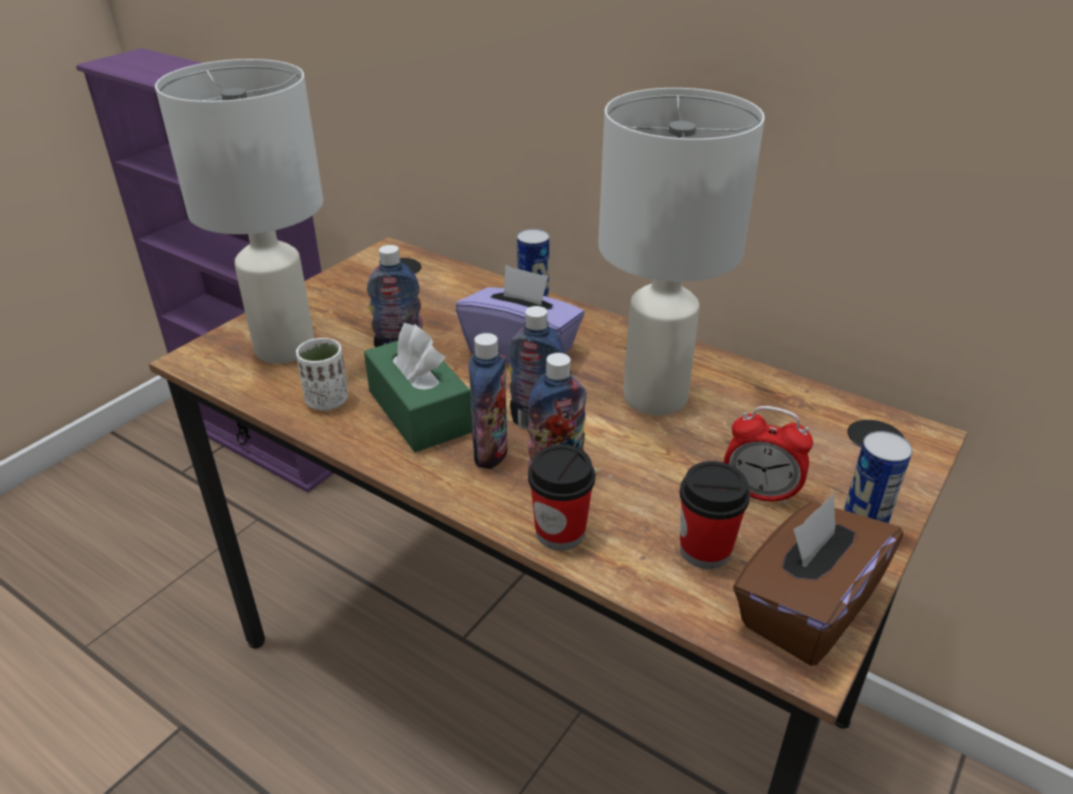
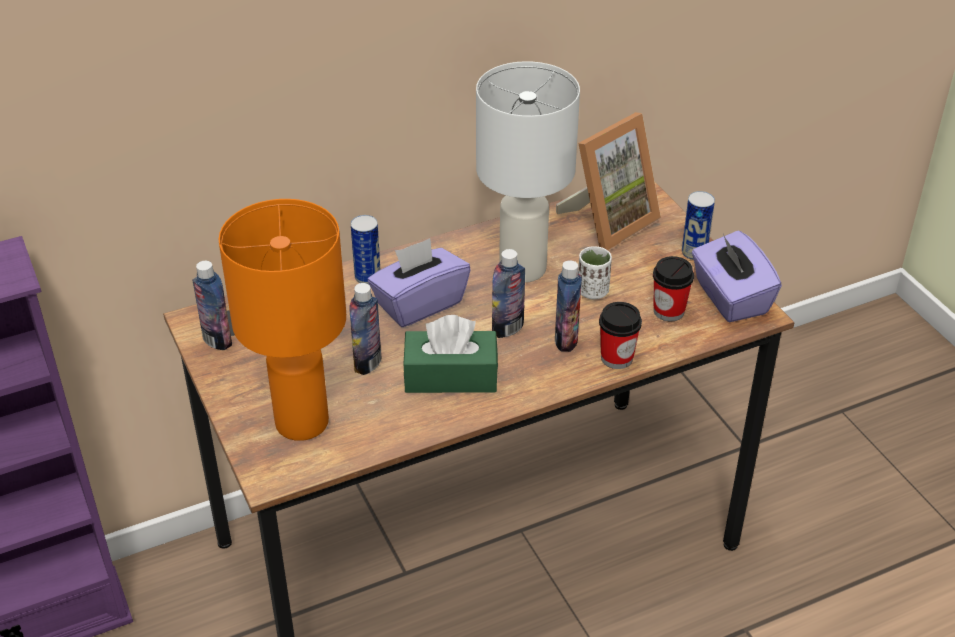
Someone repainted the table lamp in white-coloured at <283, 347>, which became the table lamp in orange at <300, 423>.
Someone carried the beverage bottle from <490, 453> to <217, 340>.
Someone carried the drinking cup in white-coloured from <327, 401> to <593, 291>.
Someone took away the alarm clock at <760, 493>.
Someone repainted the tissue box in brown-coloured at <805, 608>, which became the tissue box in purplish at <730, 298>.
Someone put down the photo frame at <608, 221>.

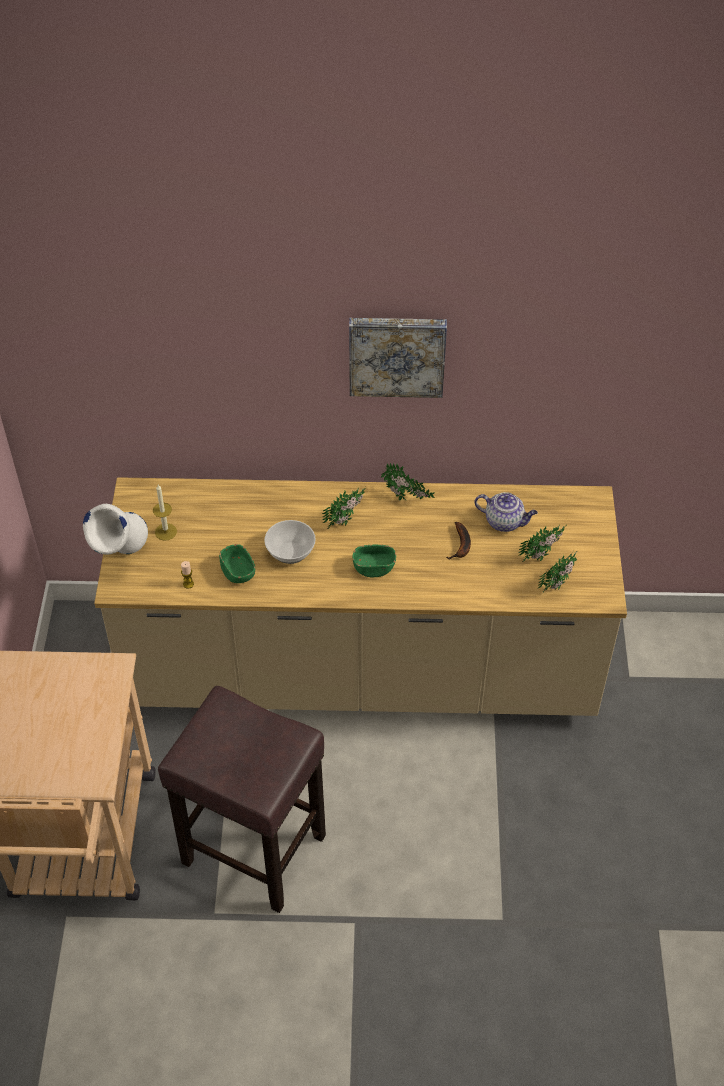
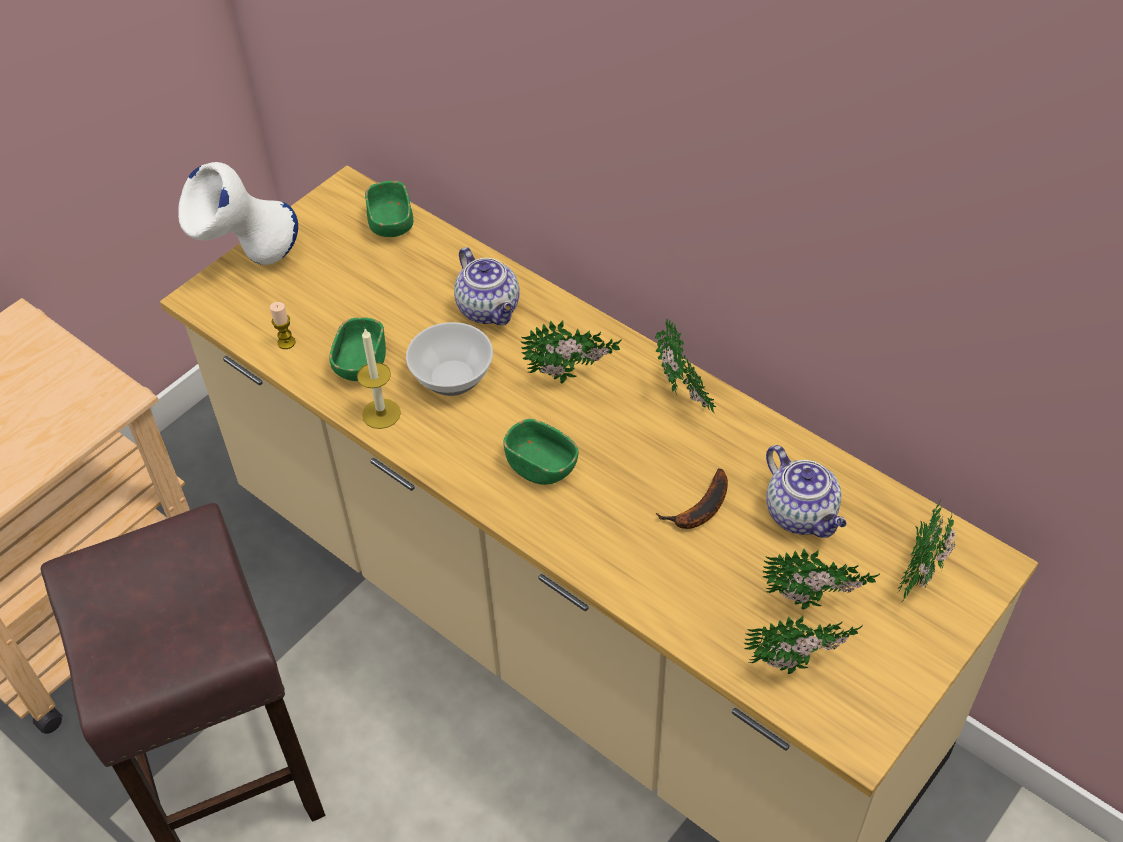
Someone took away the picture at <397, 354>.
Someone carried the wax candle from <166, 532> to <381, 414>.
Someone put down the deep dish in green at <391, 224>.
Someone put down the pot for tea at <490, 310>.
Someone put down the plant in a pot at <920, 571>.

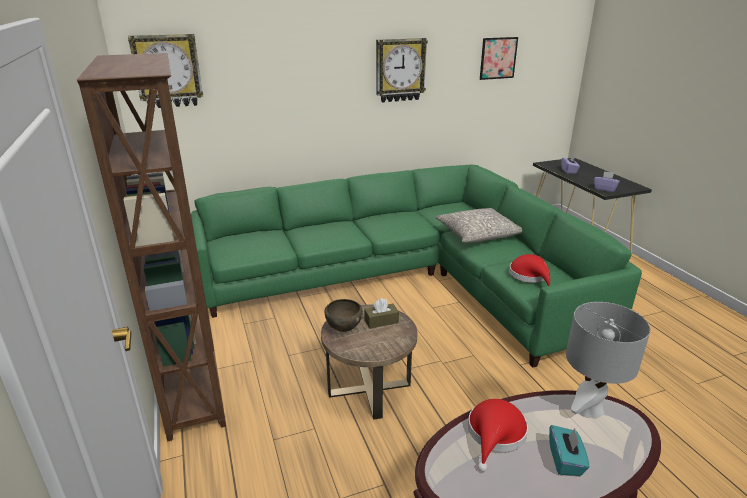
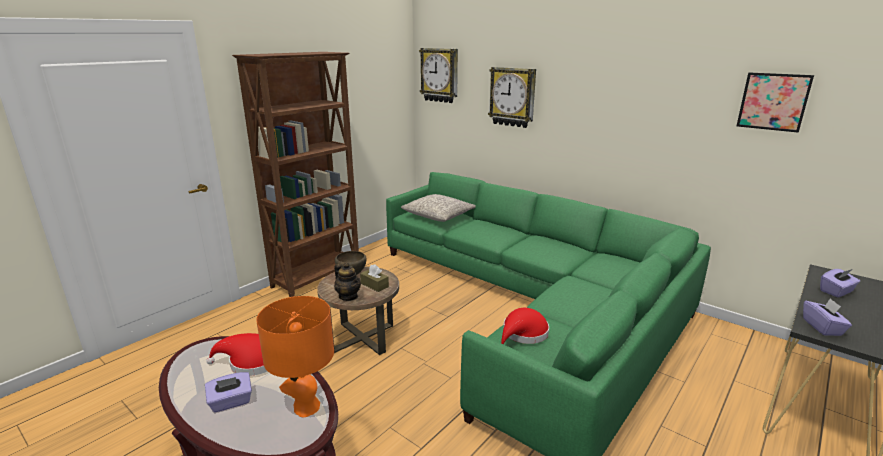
Someone carried the hanging clock from <400, 70> to <512, 97>.
Someone carried the pillow in gray from <478, 234> to <439, 216>.
Someone repainted the table lamp in gray at <589, 409>, which became the table lamp in orange at <306, 407>.
Someone repainted the tissue box in blue-green at <565, 460>, which became the tissue box in purplish at <231, 402>.
Someone put down the pot for tea at <348, 296>.

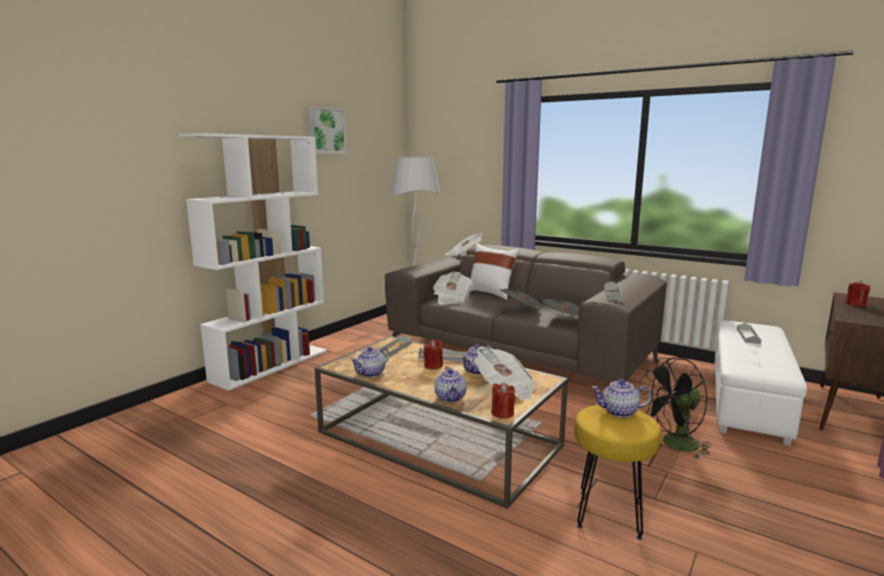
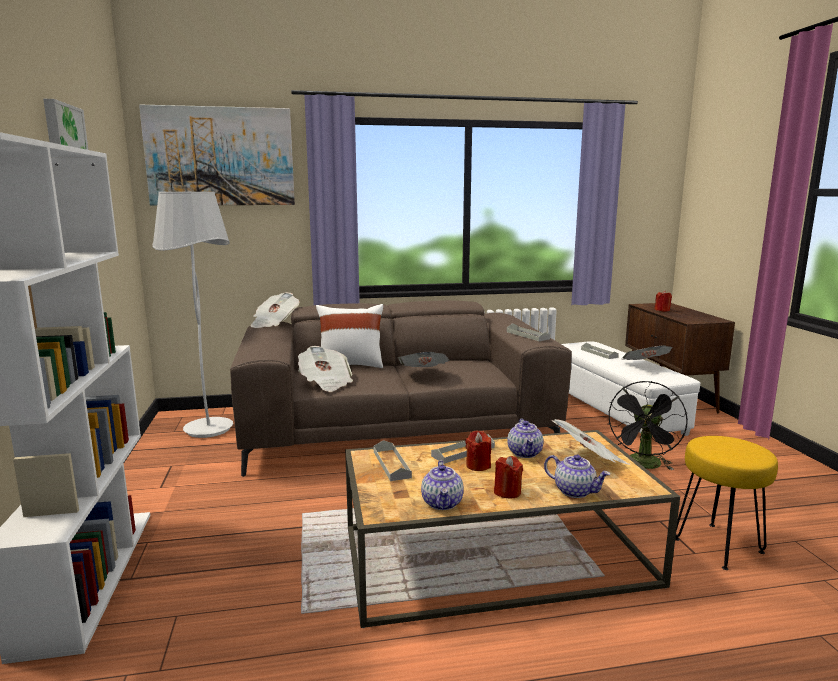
Someone carried the printed paper from <564, 320> to <645, 366>.
Someone took away the pot for tea at <619, 412>.
Someone carried the wax candle in reddish from <502, 413> to <507, 492>.
Someone put up the picture at <220, 157>.

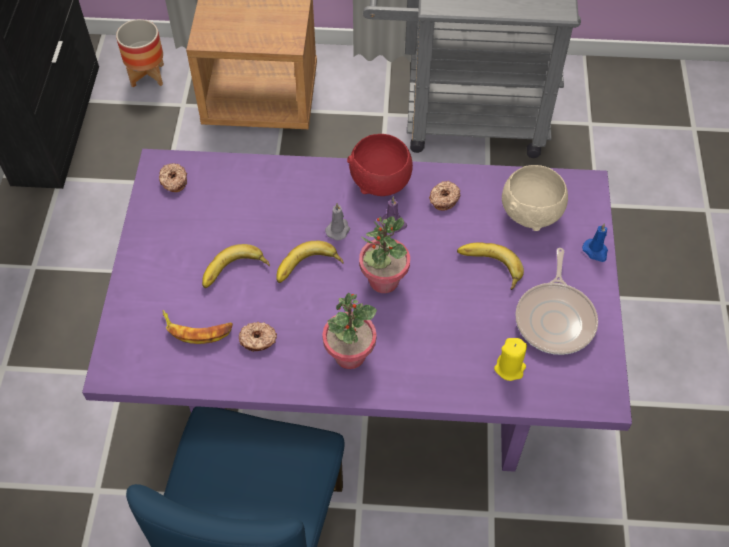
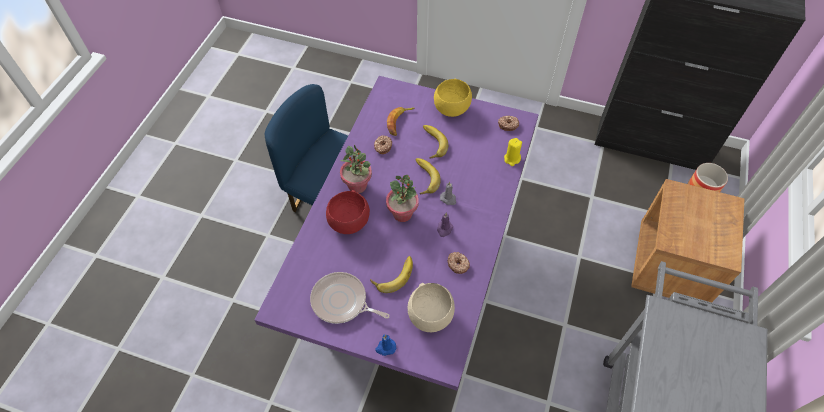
Someone carried the deep dish in reddish from <381, 182> to <349, 223>.
Someone carried the wax candle in yellow-coloured from <509, 368> to <512, 159>.
Someone put down the deep dish in yellow-coloured at <451, 109>.

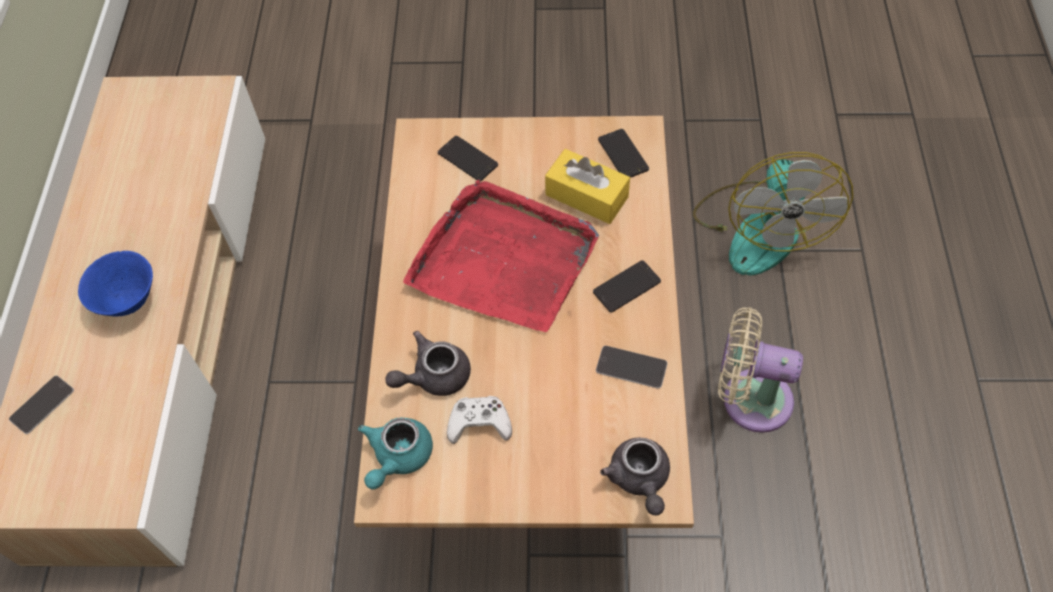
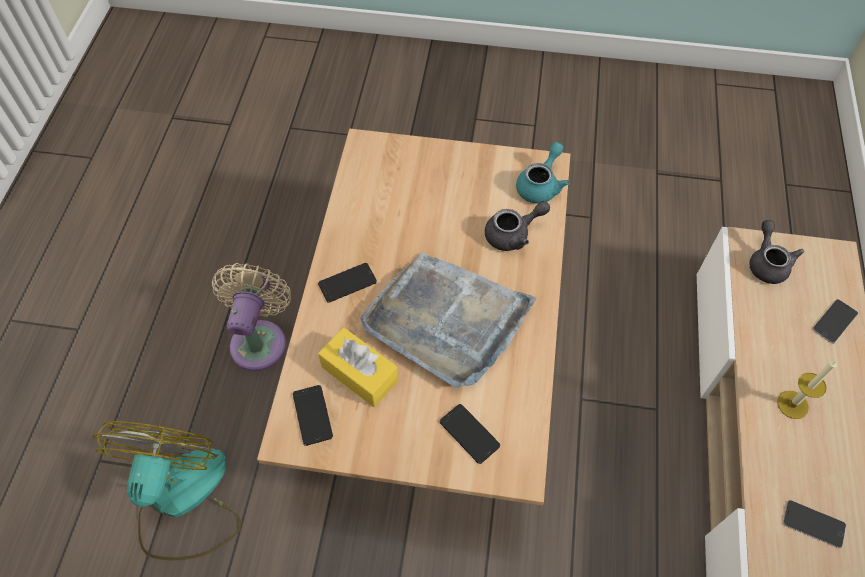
Someone repainted the serving tray in reddish at <504, 260>, which became the serving tray in gray at <446, 320>.
Someone swapped the deep dish in blue-coloured at <128, 301> for the wax candle at <792, 404>.
Someone rotated the cooling fan in sand-coloured at <749, 398> by 105 degrees counterclockwise.
Someone carried the phone from <631, 367> to <813, 524>.
Someone took away the gamepad in white-coloured at <479, 423>.
Someone carried the pot for tea in gray from <639, 480> to <767, 263>.

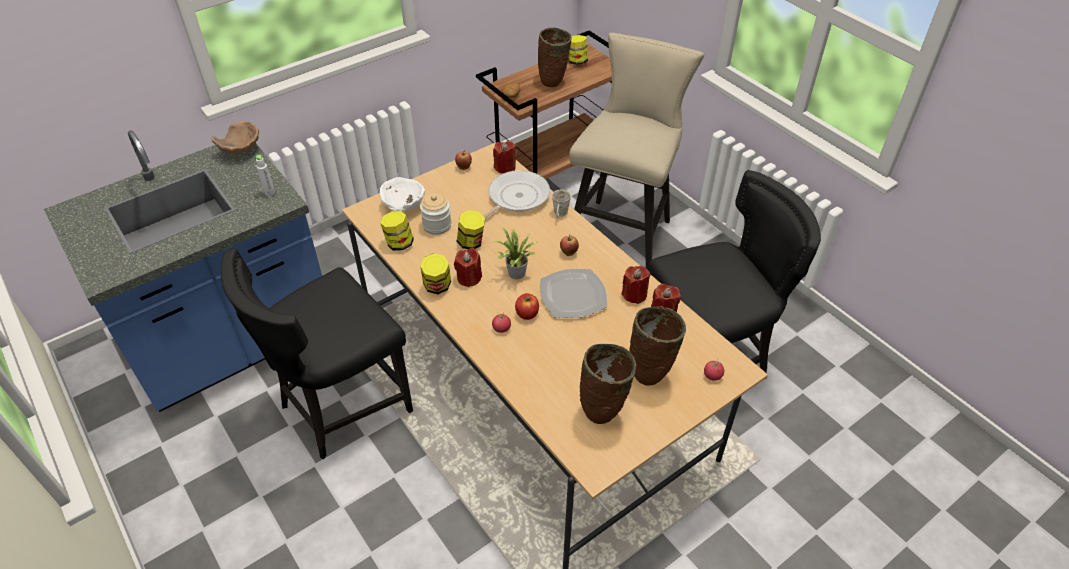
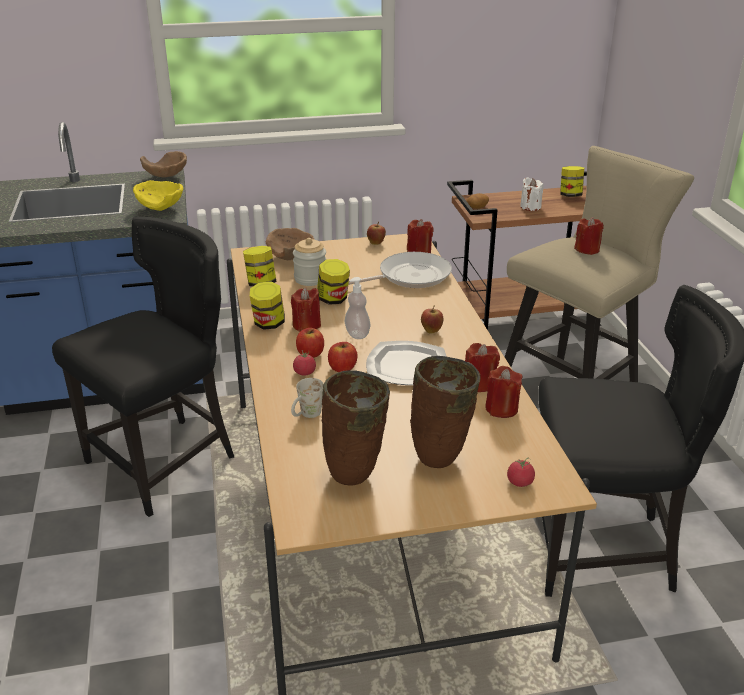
Someone swapped the vase in brown-coloured at <553, 83> for the wax candle in white-coloured at <530, 207>.
Someone swapped the beverage bottle in gray at <270, 193> for the deep dish in yellow-coloured at <162, 208>.
Someone repainted the deep dish in white-coloured at <405, 205>, which became the deep dish in brown-coloured at <292, 258>.
Someone carried the coffee mug in white-coloured from <560, 215> to <306, 415>.
Someone swapped the plant in a pot at <515, 274> for the liquid soap bottle at <357, 334>.
Someone rotated the upright chair in black-coloured at <342, 406> by 150 degrees clockwise.
Someone put down the wax candle in reddish at <587, 249>.
Someone put down the apple at <310, 354>.

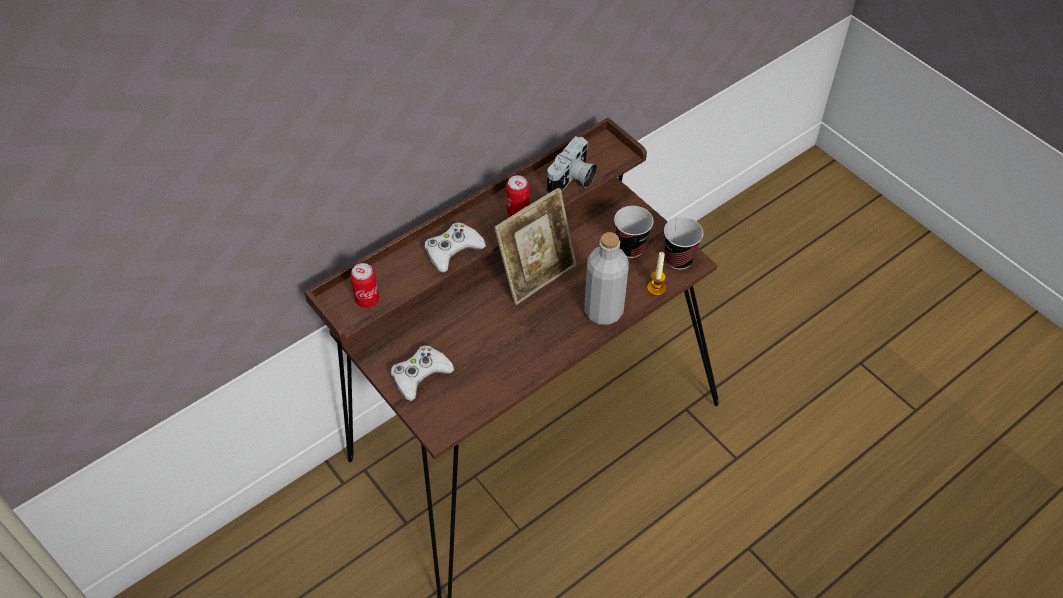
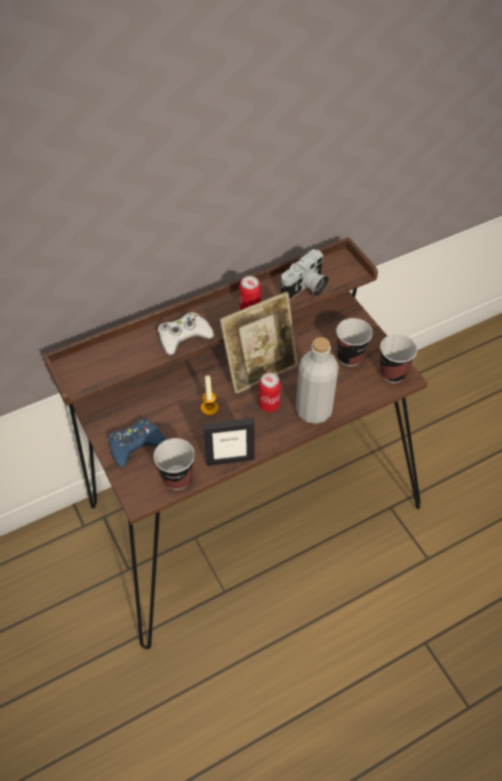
Someone carried the wax candle from <656, 288> to <209, 408>.
Someone carried the can from <367, 300> to <269, 405>.
Someone repainted the gamepad in white-coloured at <420, 375>, which became the gamepad in blue-coloured at <135, 445>.
Someone put down the photo frame at <230, 459>.
Someone put down the drinking cup at <177, 478>.

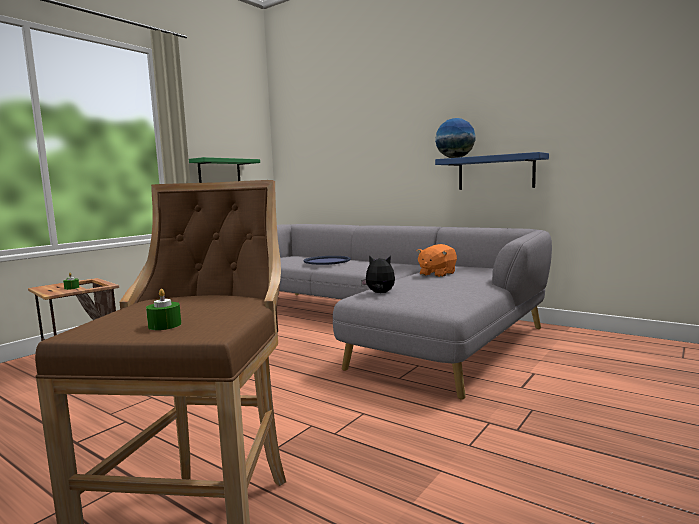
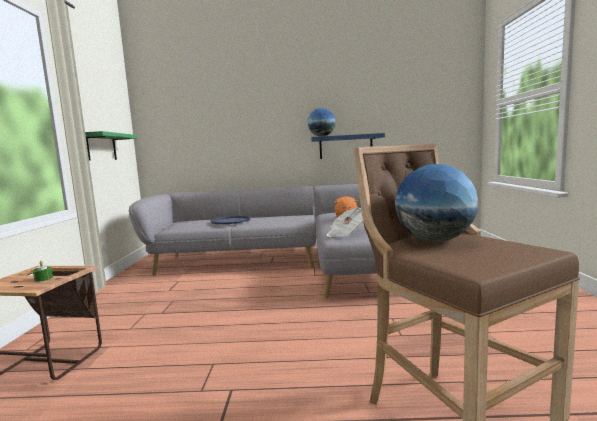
Someone swapped the plush toy at <380, 293> for the printed paper at <346, 234>.
Someone took away the wax candle in green at <164, 325>.
Someone put down the globe at <434, 240>.

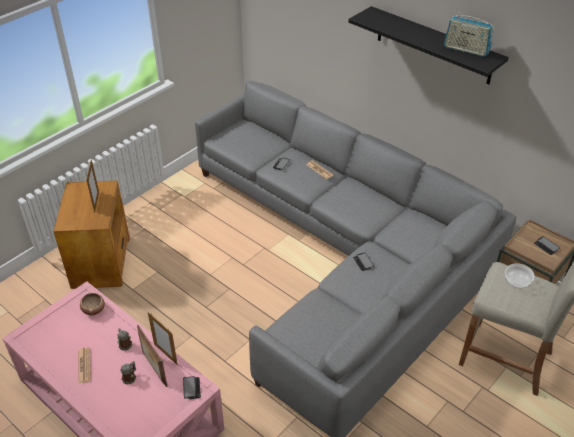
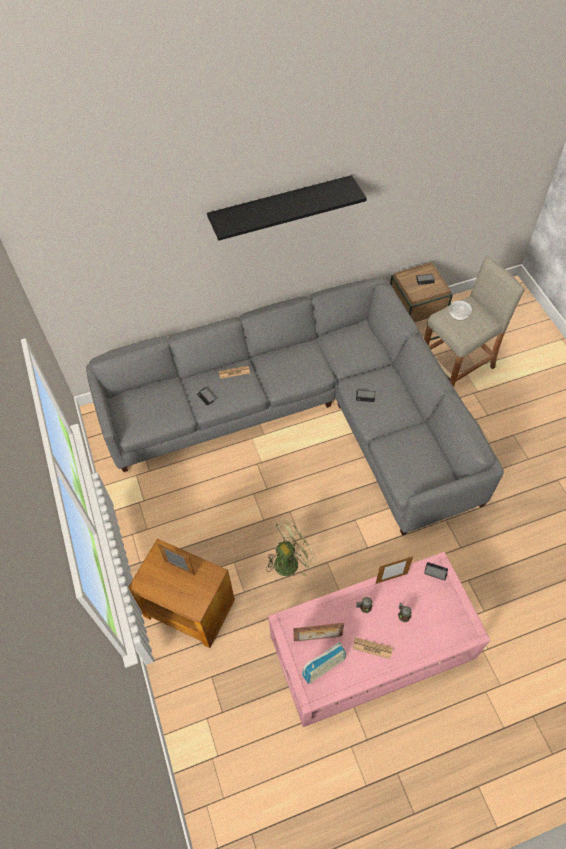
Someone carried the radio from <466, 50> to <323, 666>.
Someone took away the deep dish at <93, 309>.
Someone carried the photo frame from <154, 369> to <318, 638>.
Someone put down the cooling fan in green at <290, 560>.

